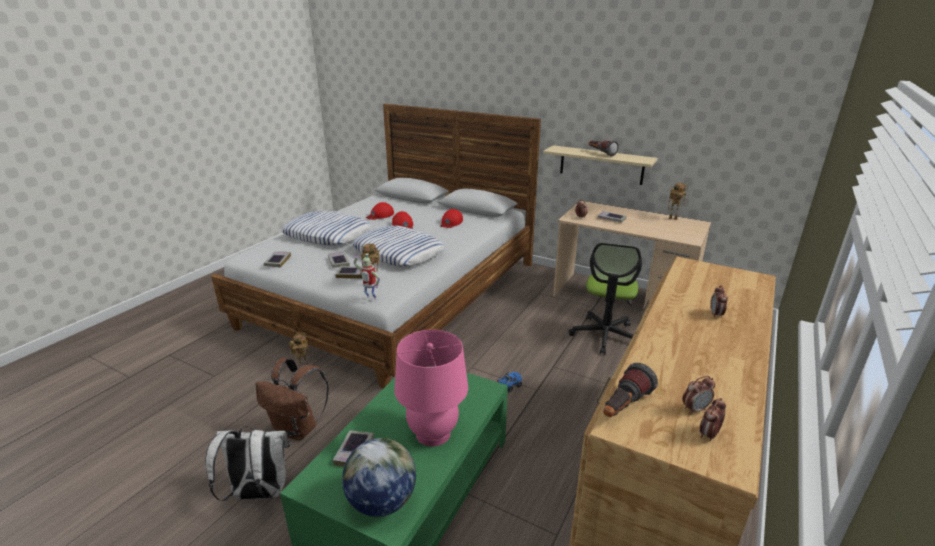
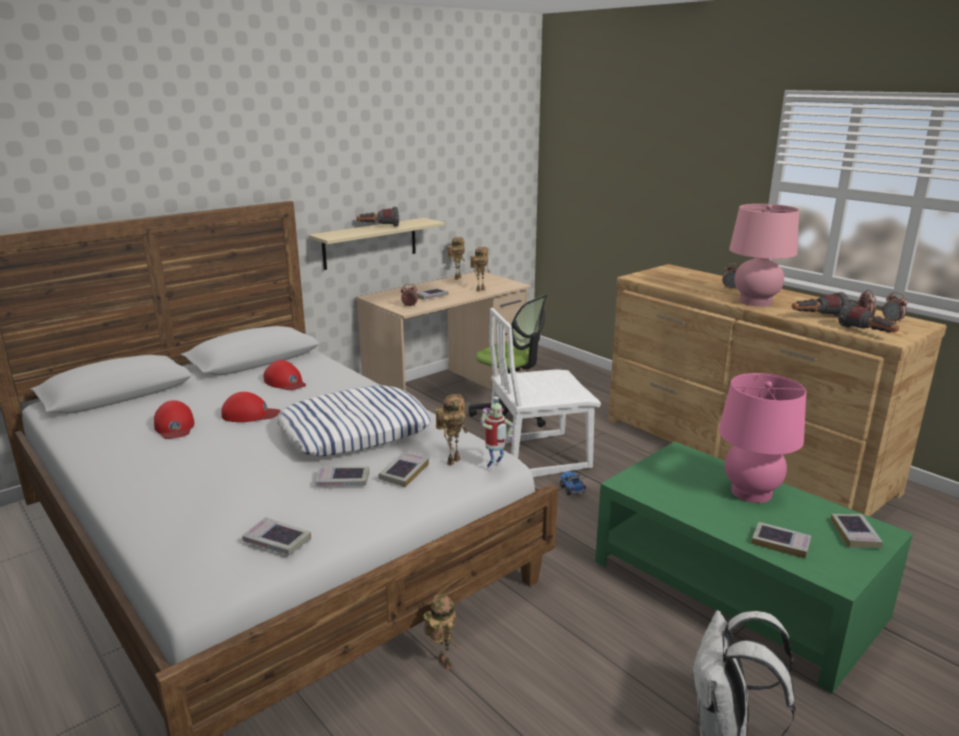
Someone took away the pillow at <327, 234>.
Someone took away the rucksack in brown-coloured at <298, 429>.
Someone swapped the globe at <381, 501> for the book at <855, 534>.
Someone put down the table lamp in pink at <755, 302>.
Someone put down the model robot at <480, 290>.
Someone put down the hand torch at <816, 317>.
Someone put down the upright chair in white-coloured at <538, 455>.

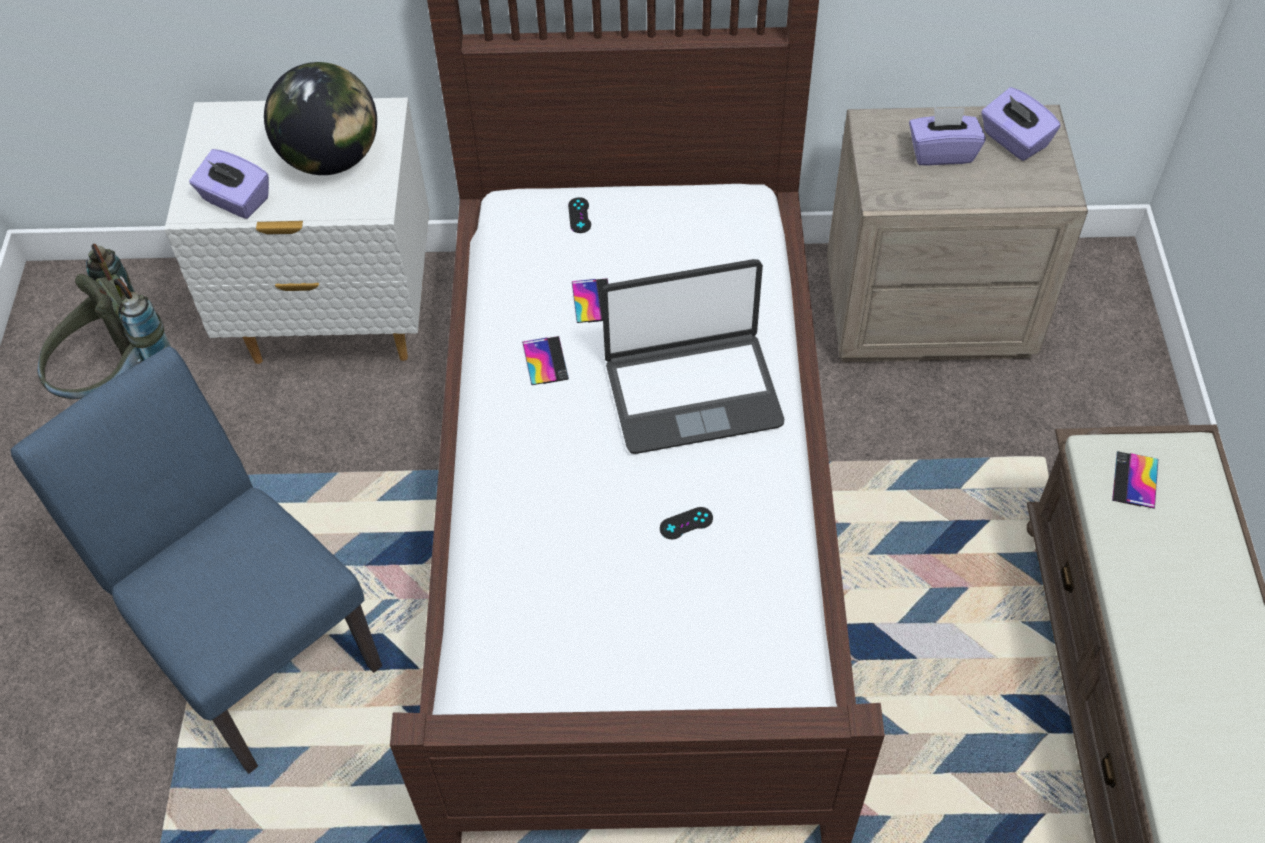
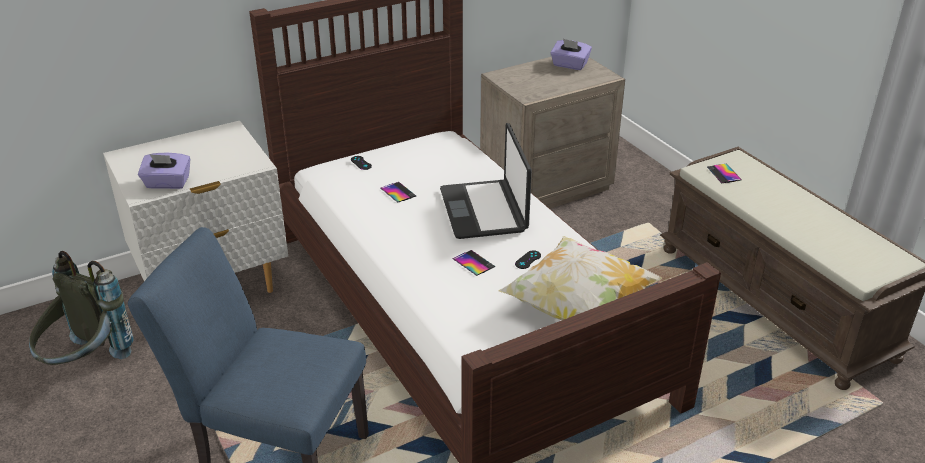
Someone took away the globe at <331, 159>.
Someone took away the tissue box in purplish at <941, 152>.
Someone rotated the notebook computer at <692, 392> by 120 degrees clockwise.
Someone carried the phone from <545, 361> to <473, 263>.
Someone put down the pillow at <578, 308>.

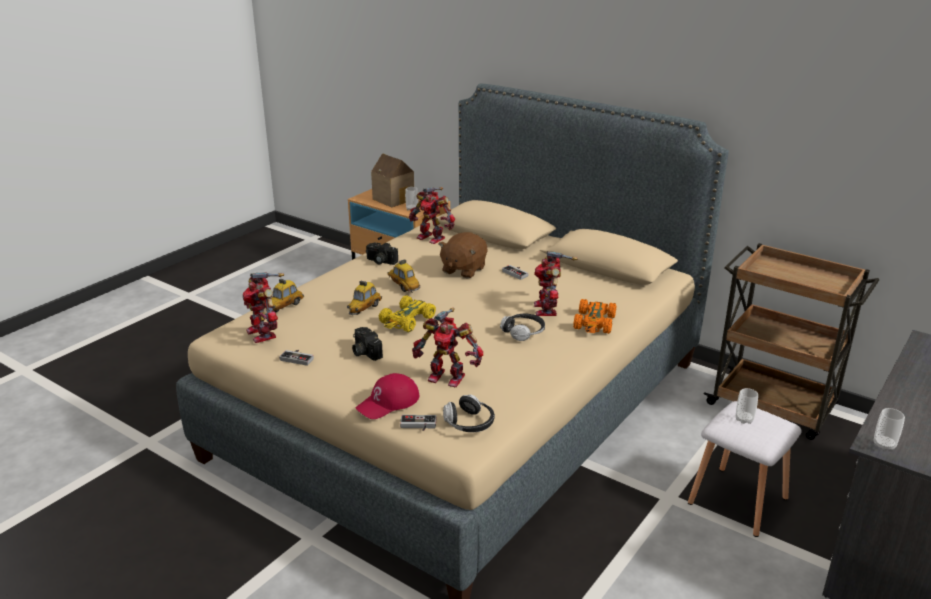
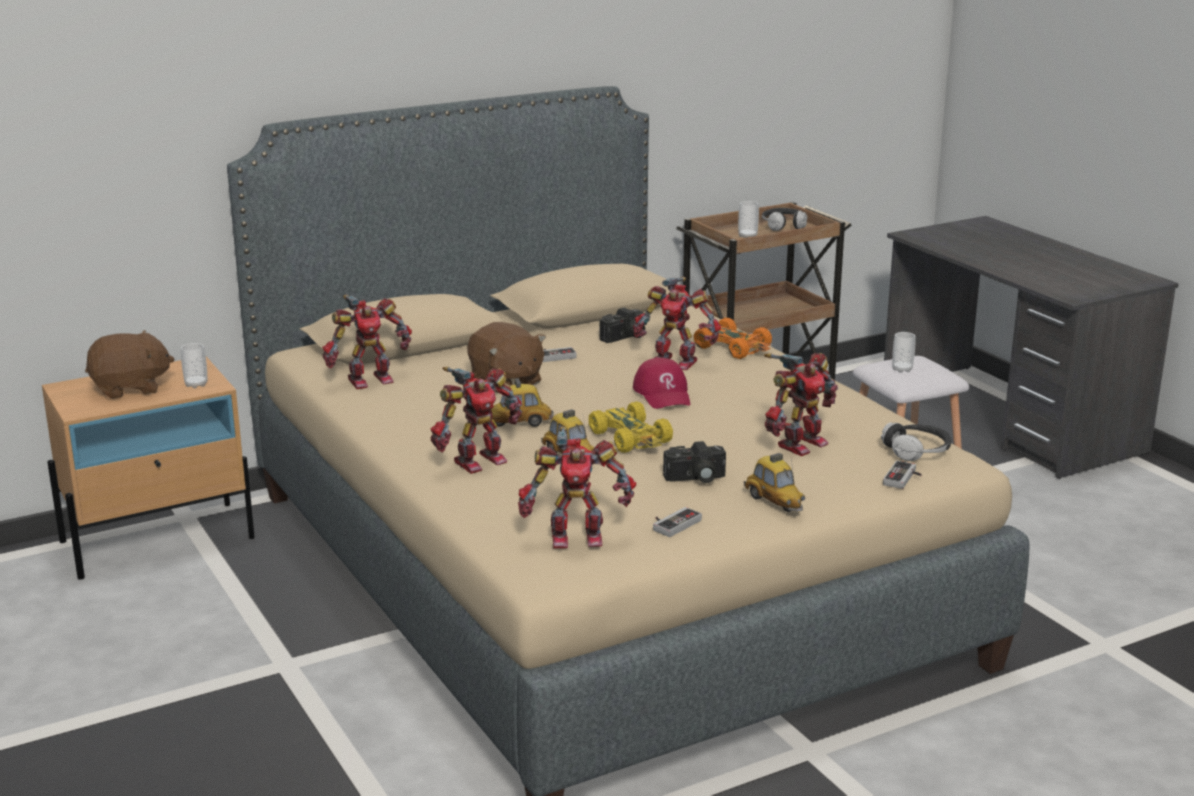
Someone swapped the model house at <395, 199> for the plush toy in brown-coloured at <130, 388>.
Someone carried the photo camera from <380, 261> to <625, 337>.
Someone carried the model car from <285, 307> to <774, 502>.
Someone carried the pair of headphones from <523, 333> to <784, 226>.
Someone carried the baseball cap in reddish from <388, 403> to <663, 394>.
Someone carried the drinking cup from <884, 445> to <747, 236>.
Someone put down the model robot at <477, 460>.

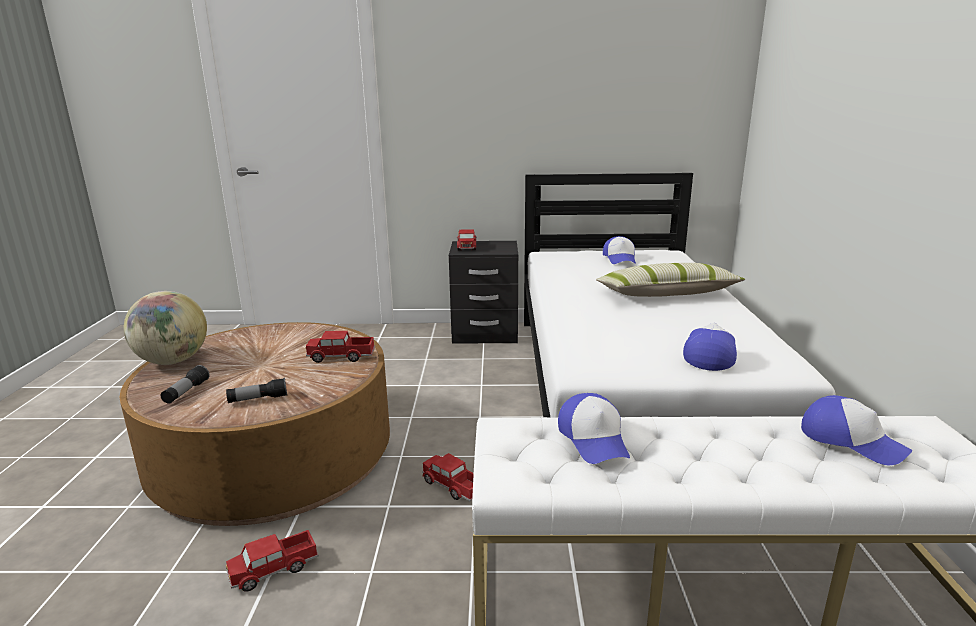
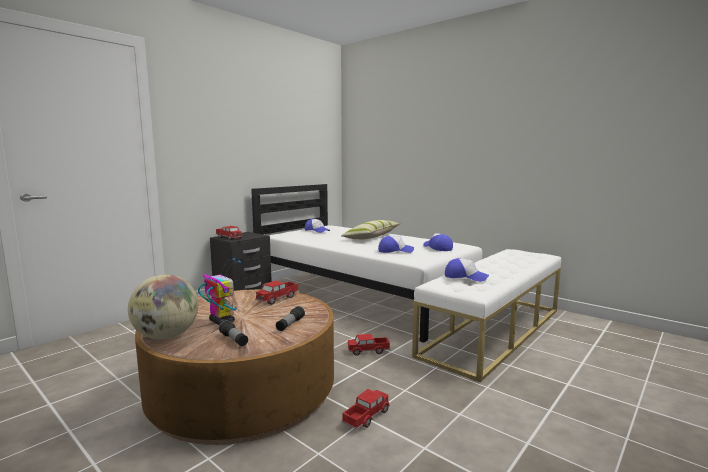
Someone carried the baseball cap from <851, 441> to <395, 251>.
Someone rotated the model truck at <274, 569> by 150 degrees counterclockwise.
Someone put down the model robot at <221, 321>.

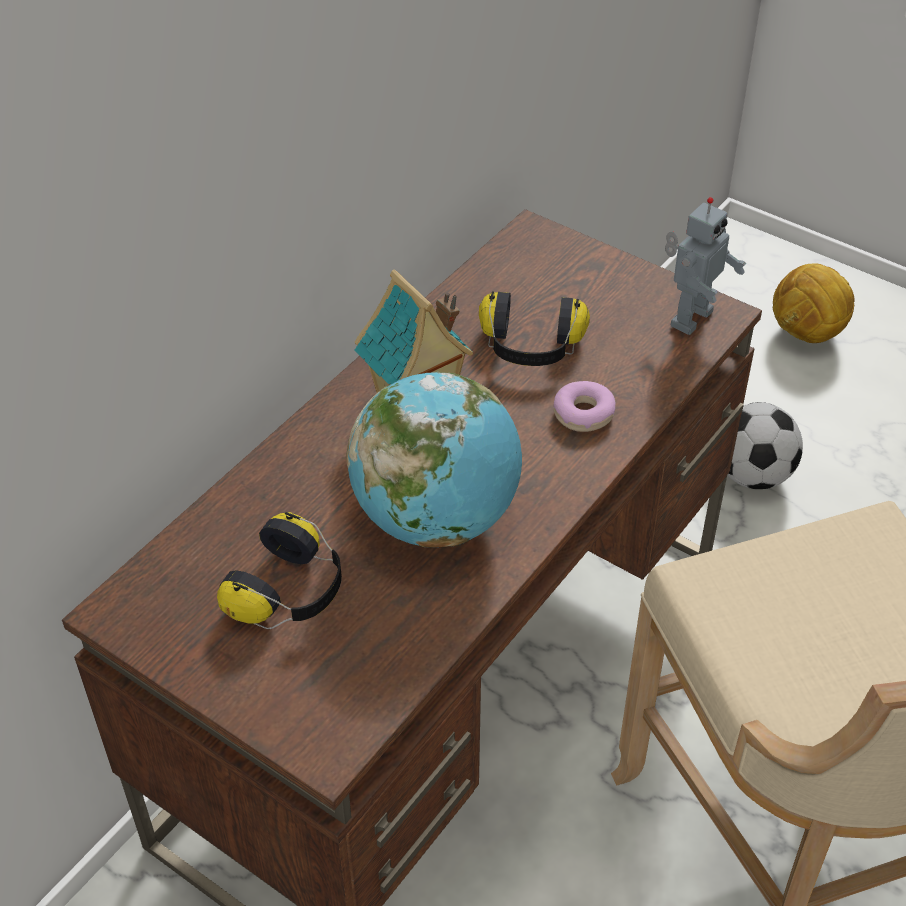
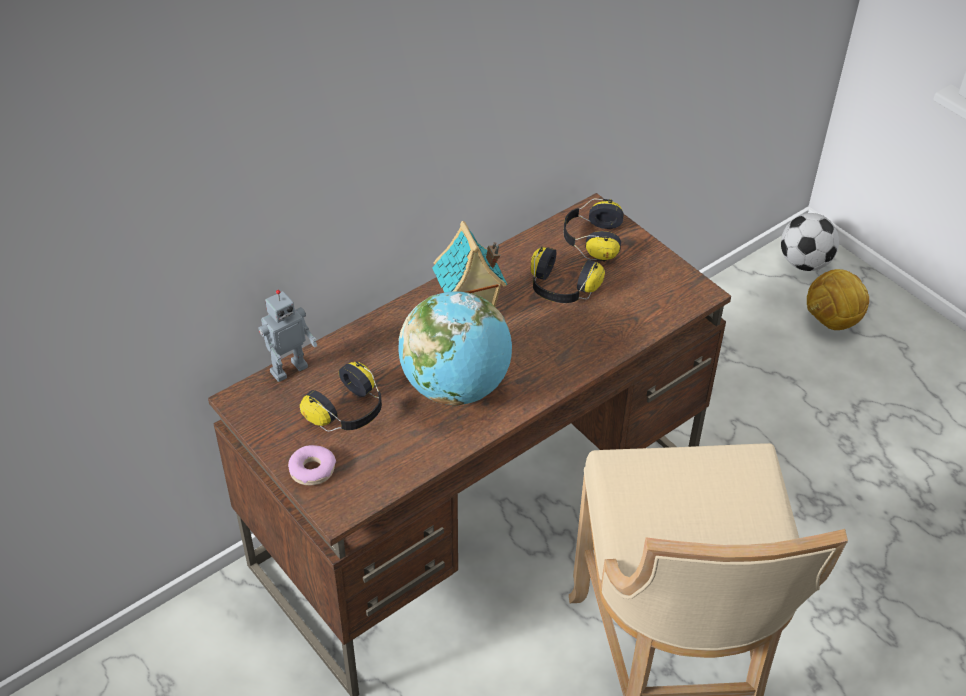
Someone carried the model robot from <689, 317> to <288, 368>.
Someone carried the donut from <584, 413> to <312, 470>.
Someone carried the football ball from <751, 475> to <804, 263>.
Someone put down the pair of headphones at <591, 240>.

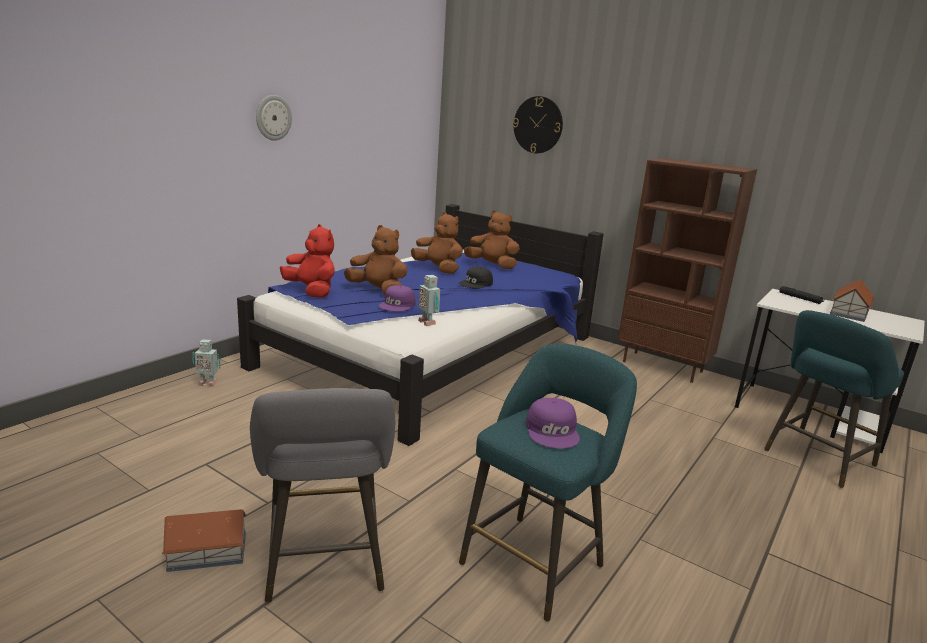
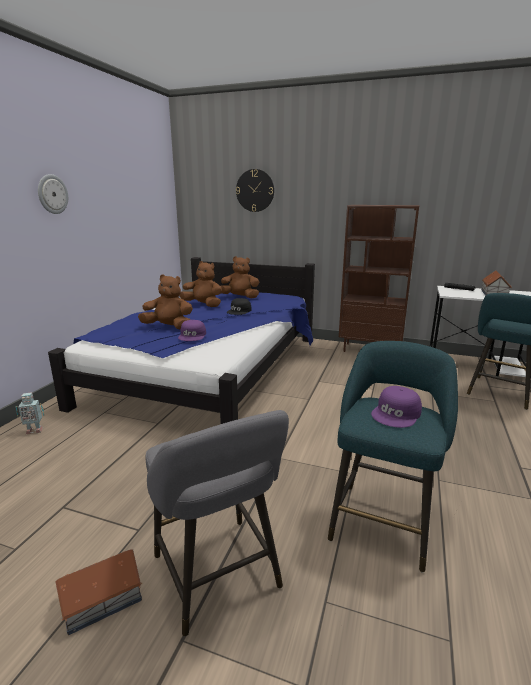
Someone took away the plush toy in reddish at <312, 291>.
Someone took away the model robot at <428, 322>.
Someone rotated the baseball cap in purplish at <553, 431> by 60 degrees clockwise.

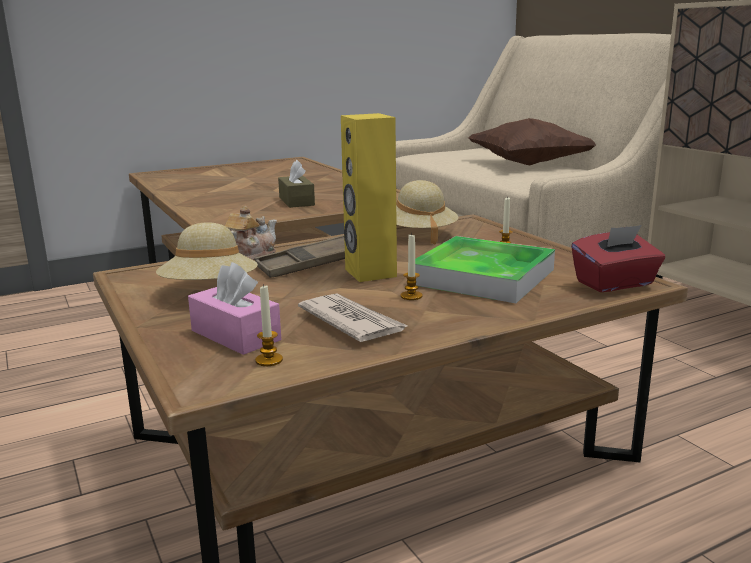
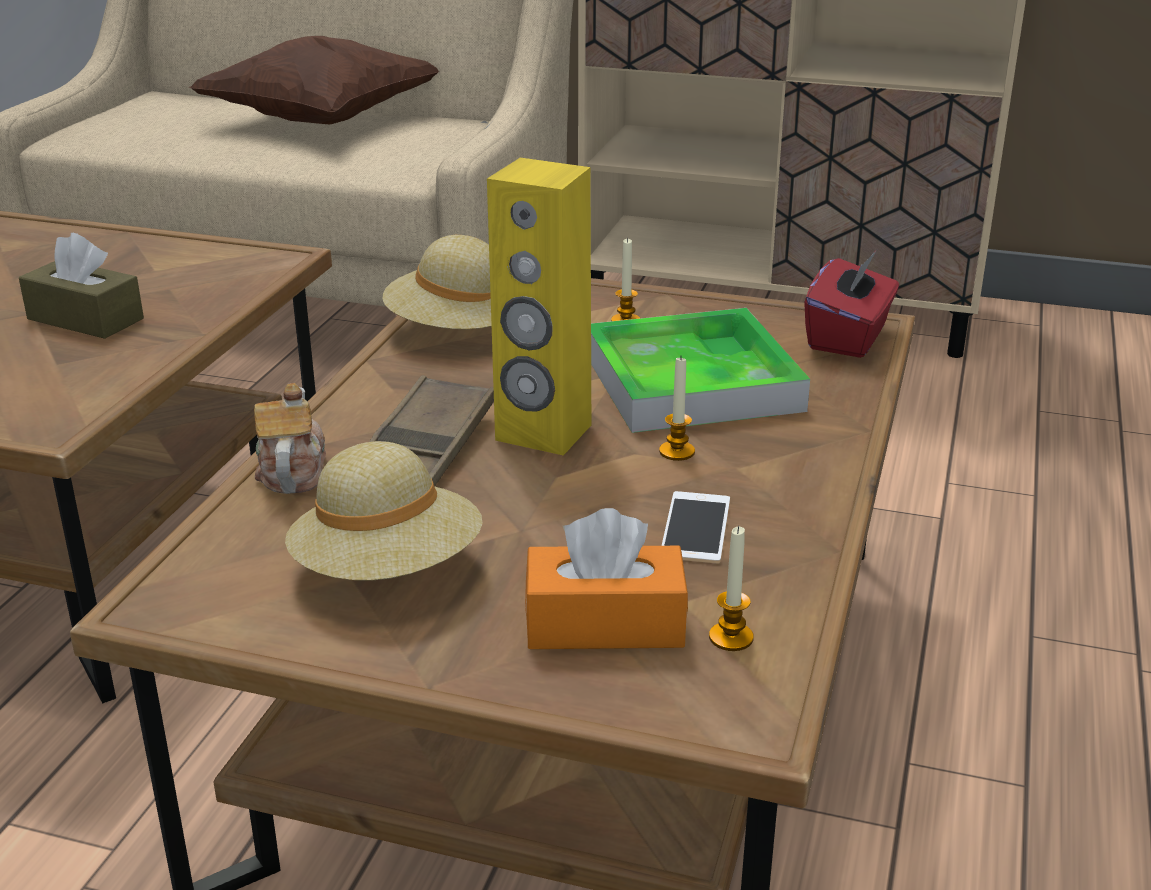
Someone repainted the tissue box in pink at <235, 335>, which became the tissue box in orange at <605, 624>.
Someone swapped the printed paper at <351, 322> for the phone at <695, 527>.

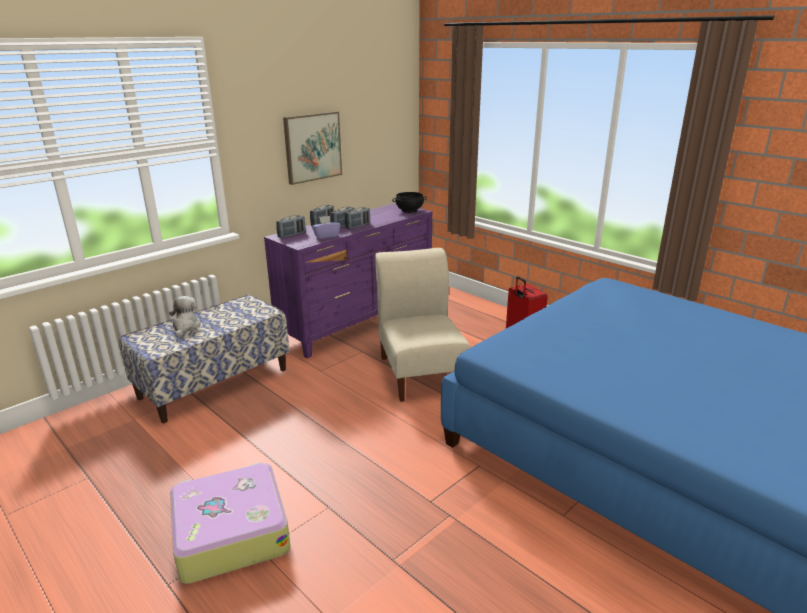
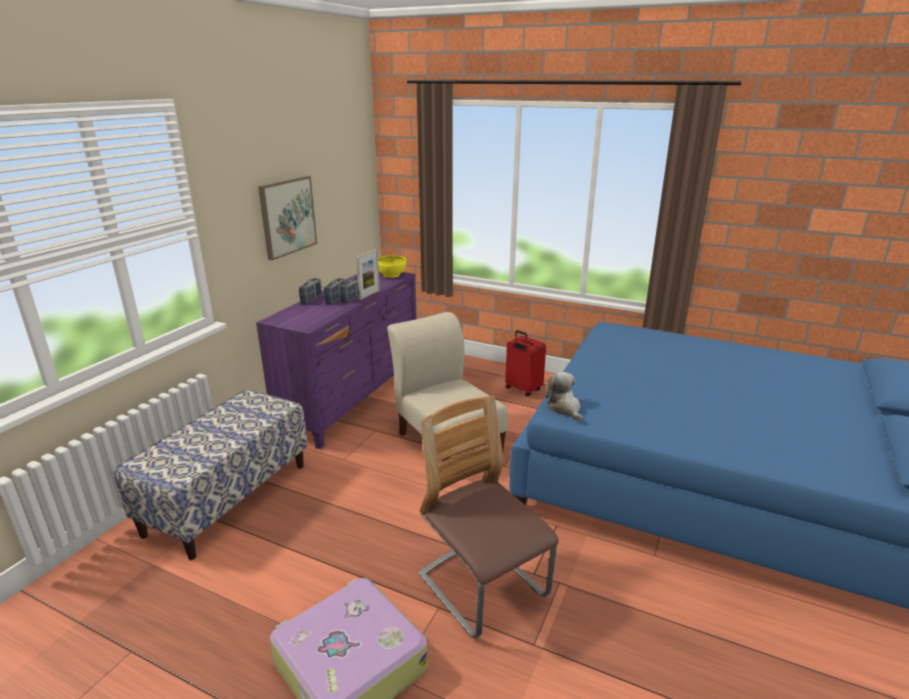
Someone repainted the deep dish in black-coloured at <409, 210>, which became the deep dish in yellow-coloured at <391, 275>.
Someone took away the radio at <291, 235>.
Someone took away the tissue box in purplish at <326, 236>.
Someone carried the plush toy from <185, 327> to <564, 408>.
Someone put down the photo frame at <369, 295>.
Someone put down the upright chair at <482, 587>.

